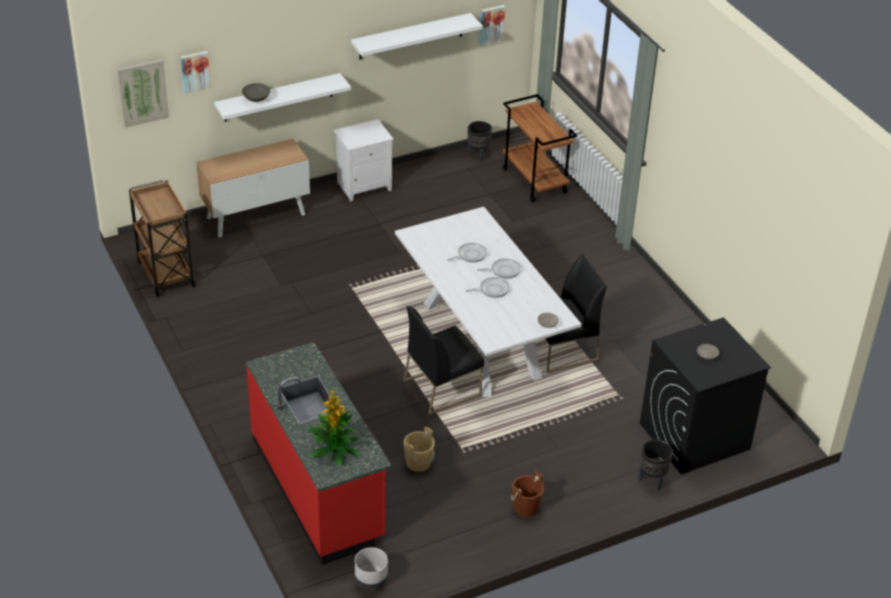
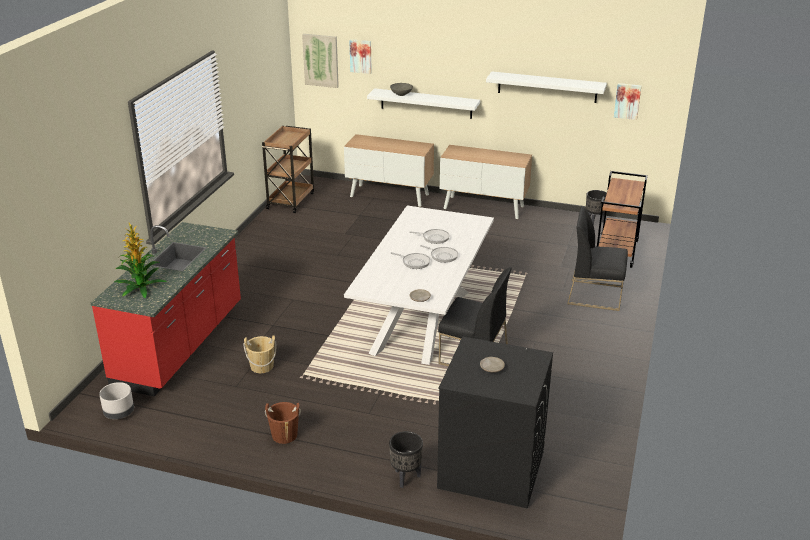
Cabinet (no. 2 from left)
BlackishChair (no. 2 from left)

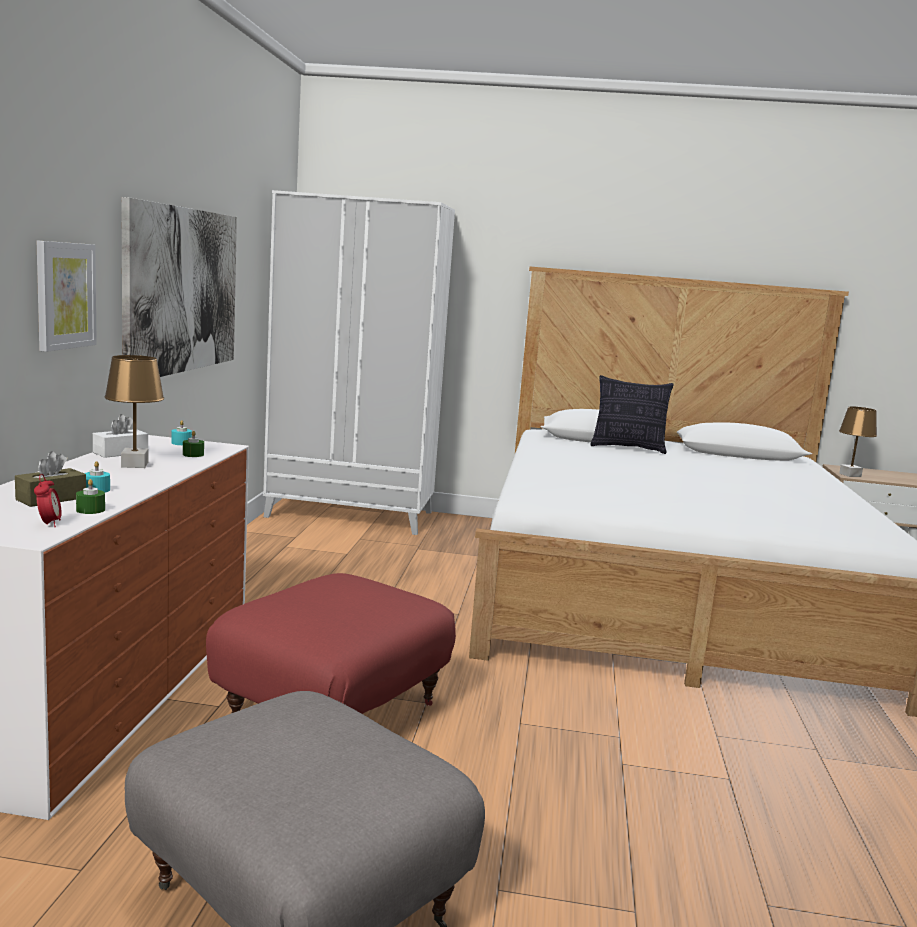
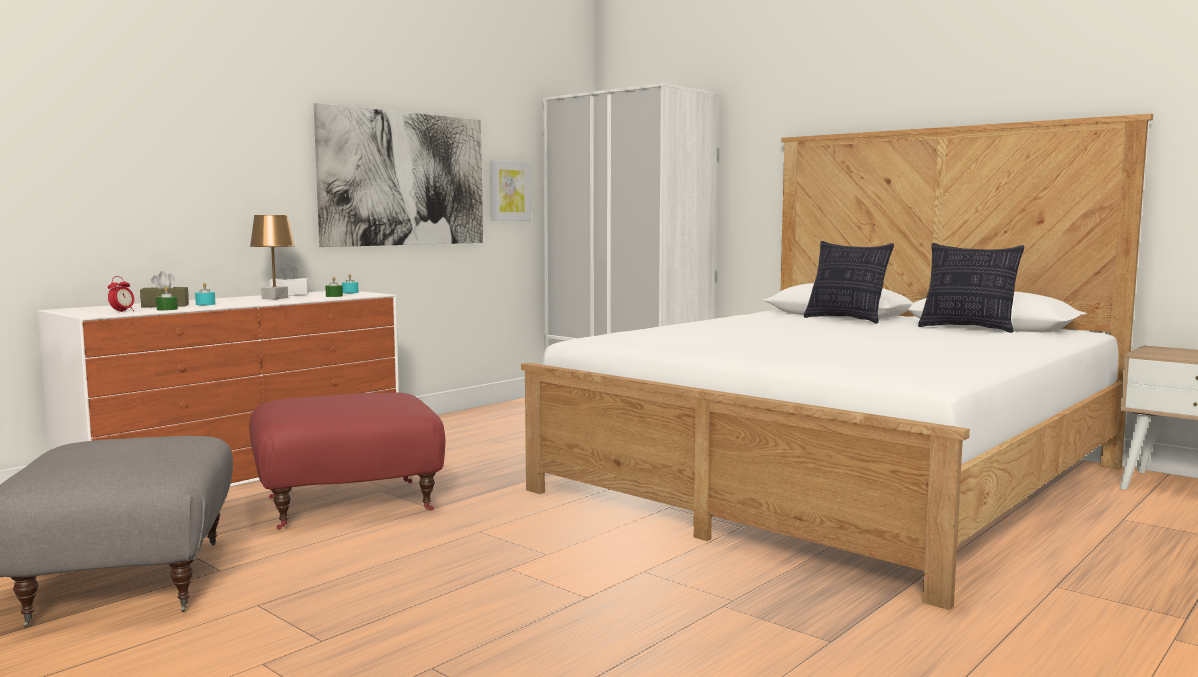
WallPicture (no. 2 from left)
ThrowPillow (no. 2 from left)
BrownishLampForATable (no. 2 from left in the first image)

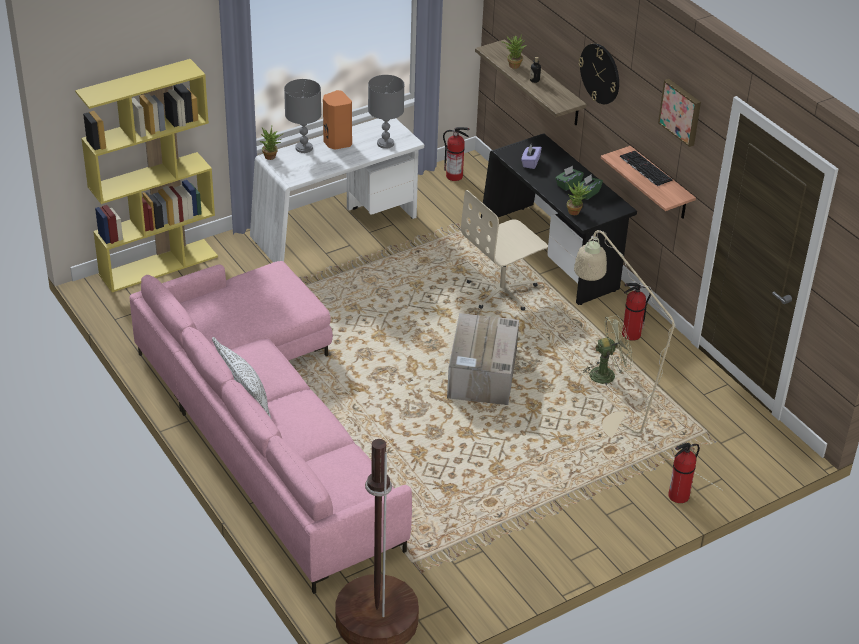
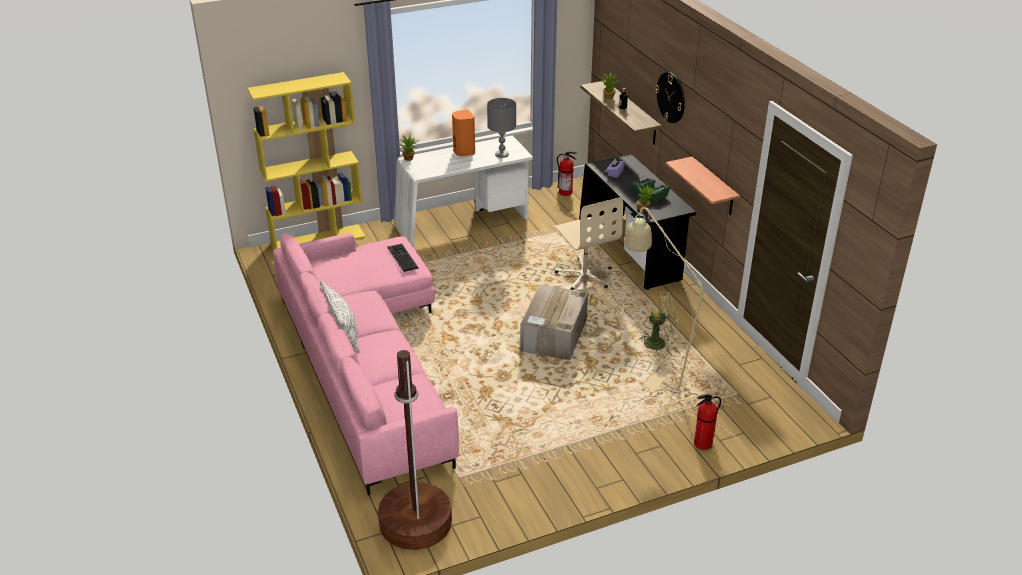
PcKeyboard
BeigeOfficeChair
GrayLampForATable (no. 1 from left in the first image)
Extinguisher (no. 2 from left in the first image)
WallPicture

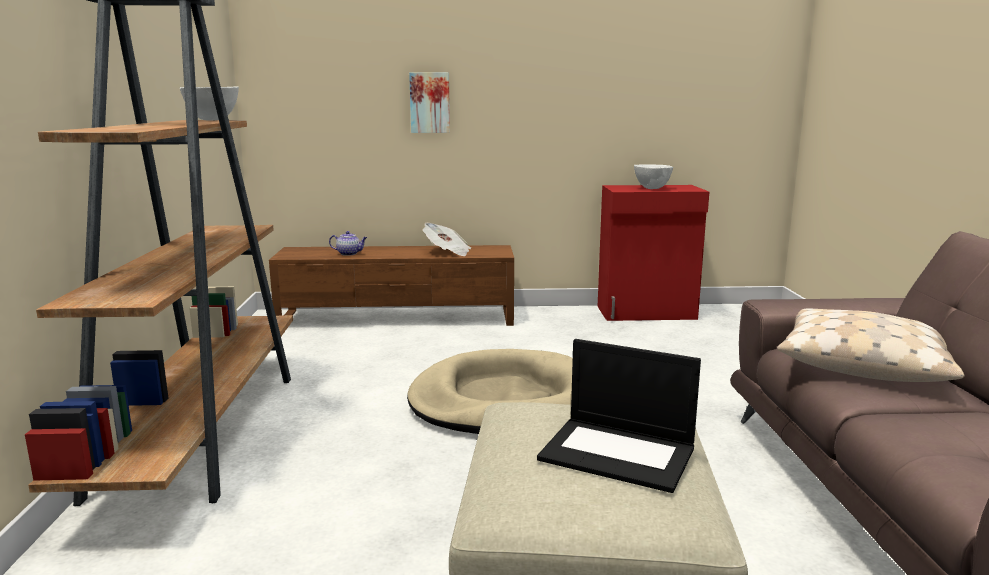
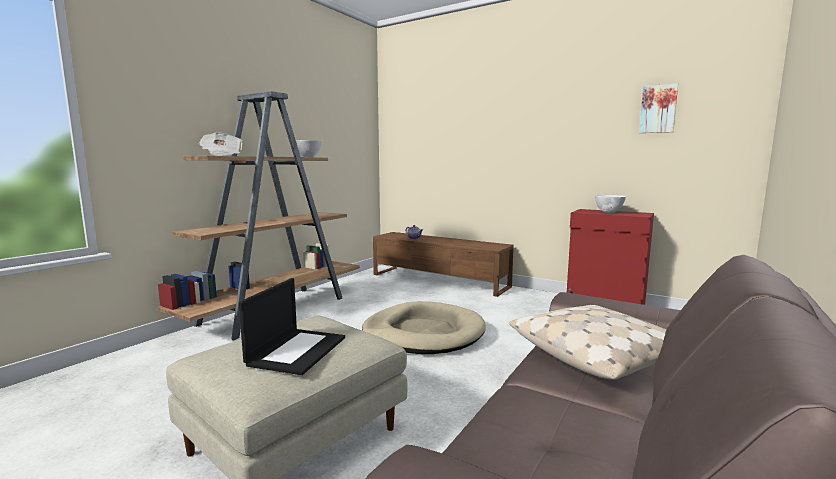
Newspaper
NotebookComputer
WallPicture

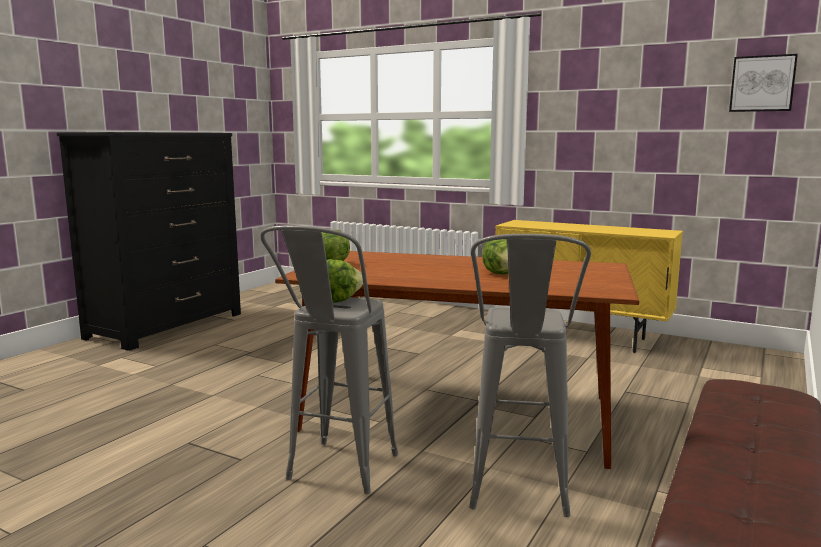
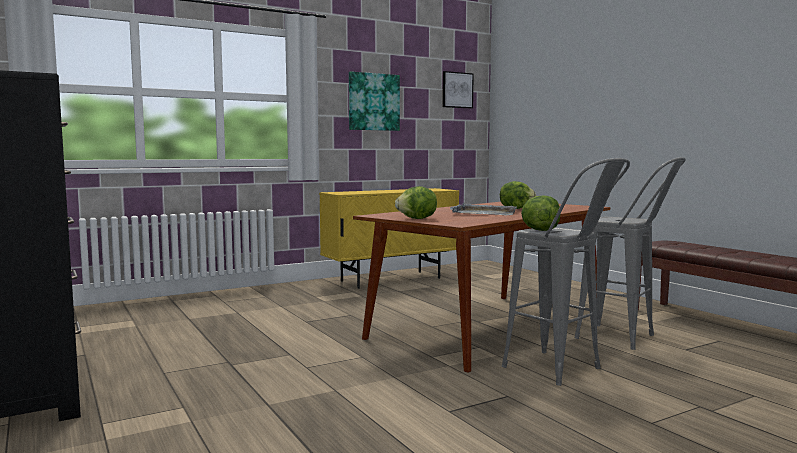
WallPicture (no. 1 from left)
GrayServingTray

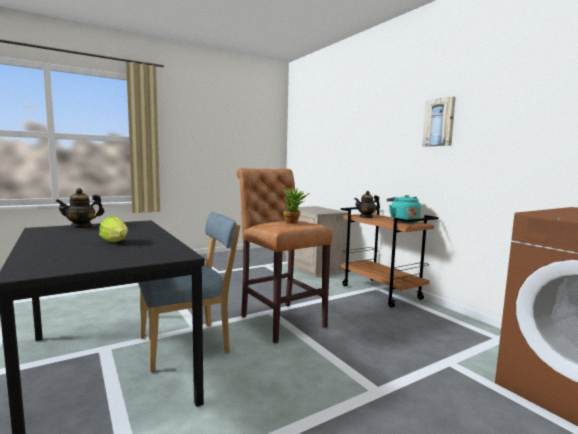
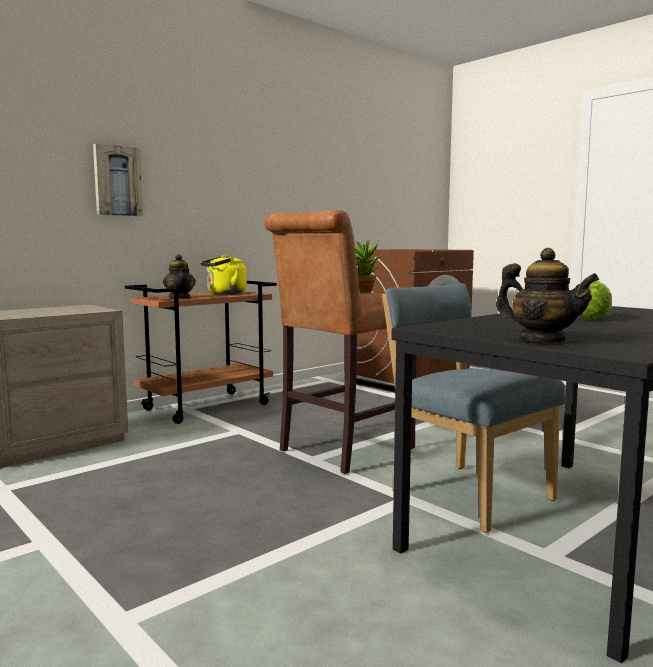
WallPicture
YellowColouredWaterKettle

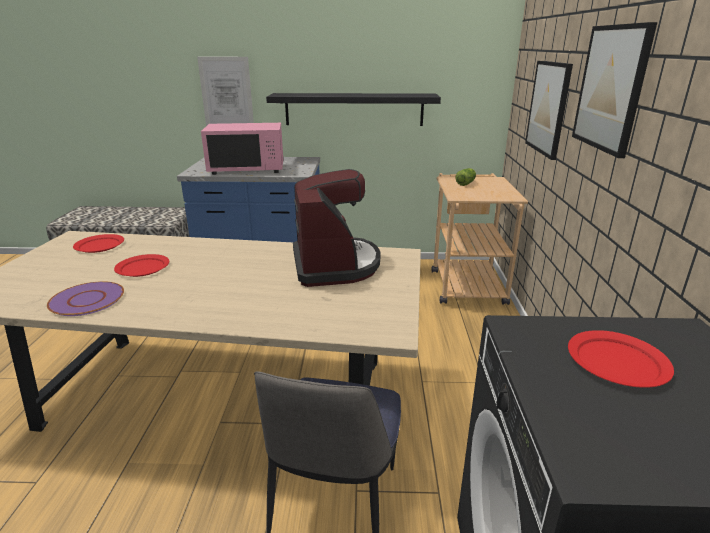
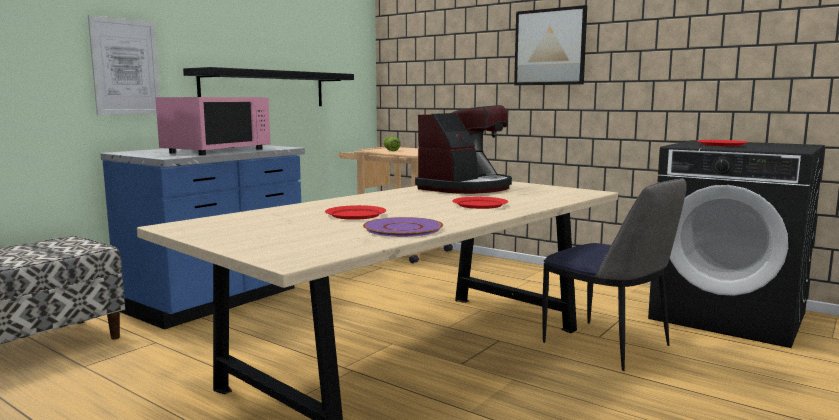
CoffeeBrewer
RedDinnerPlate (no. 2 from left)
WallPicture (no. 2 from left in the first image)

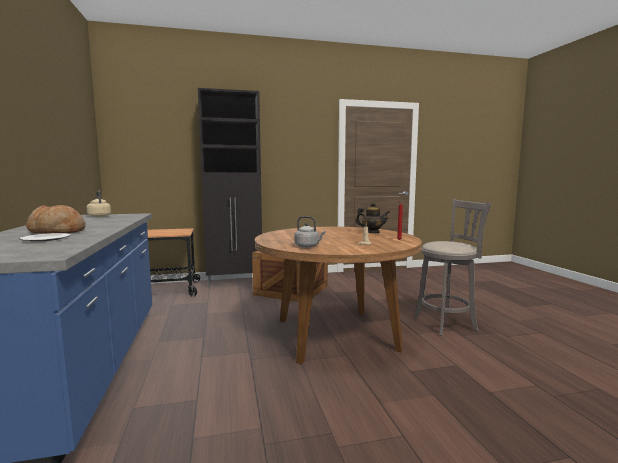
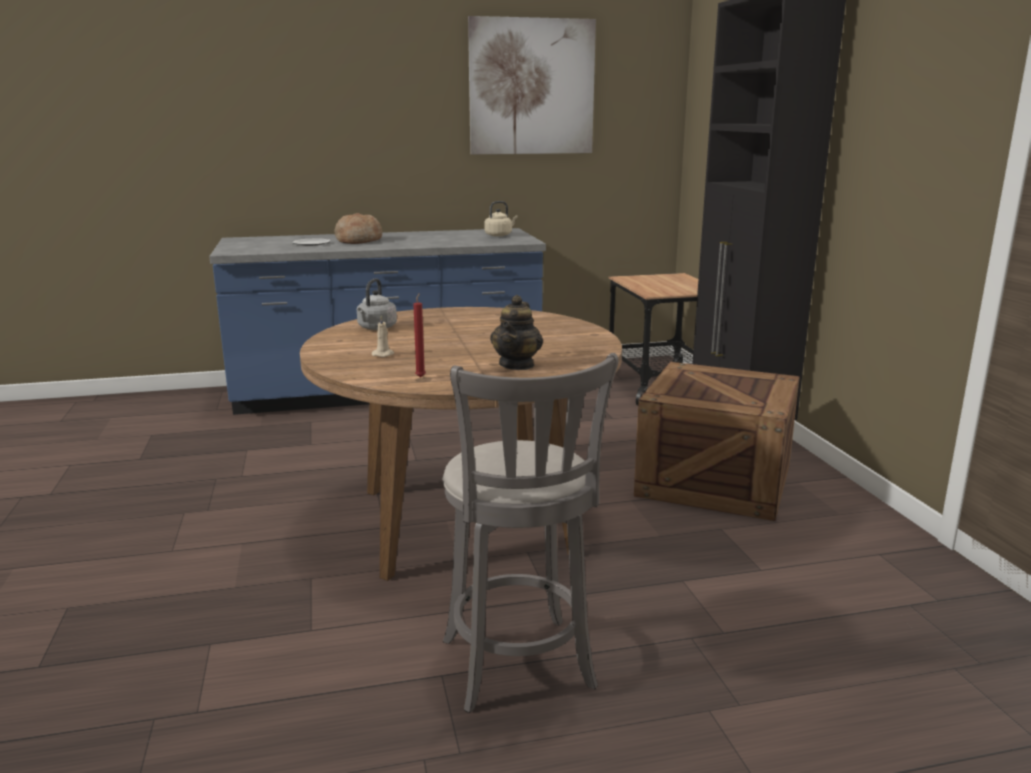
WallPicture

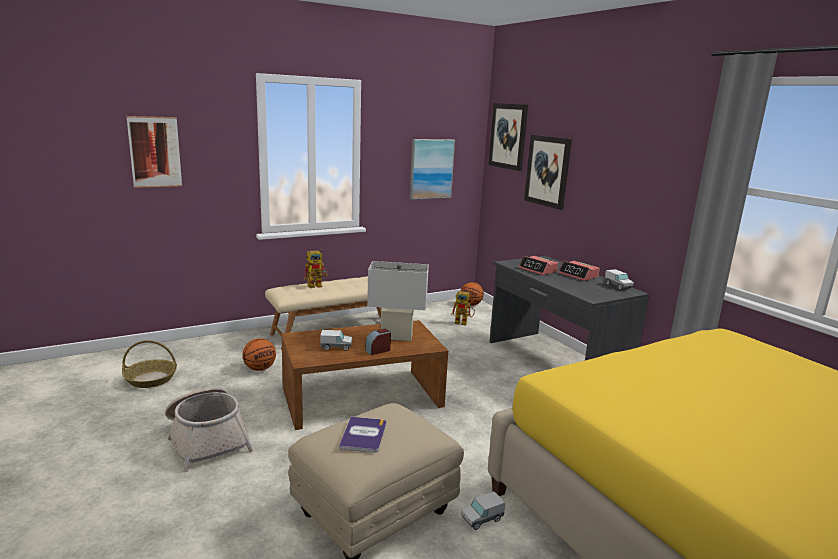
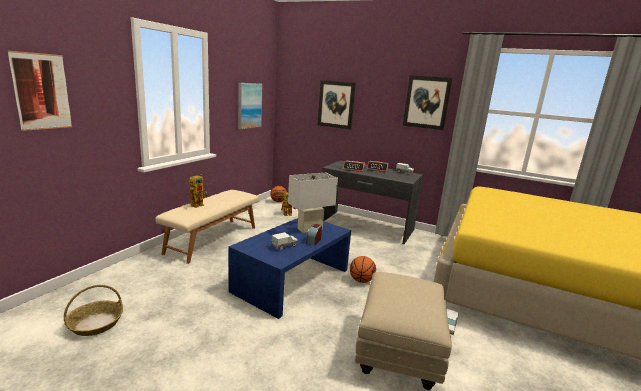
BlueLoungeTable
BasketballBall (no. 2 from left)
WallPicture (no. 4 from left)
StorageBasket (no. 2 from left in the first image)
Volume

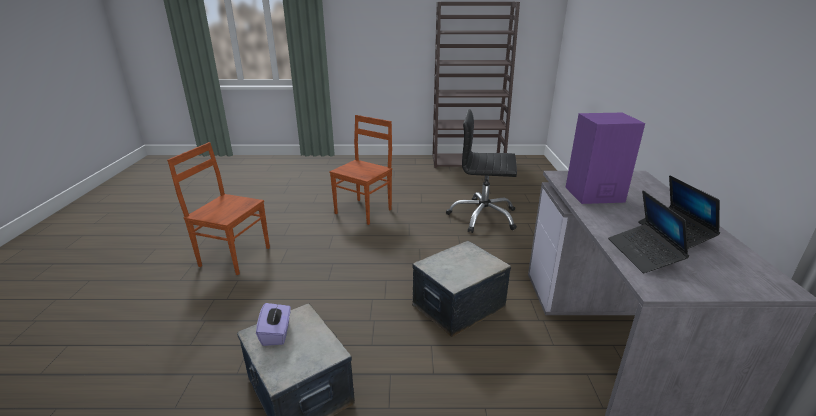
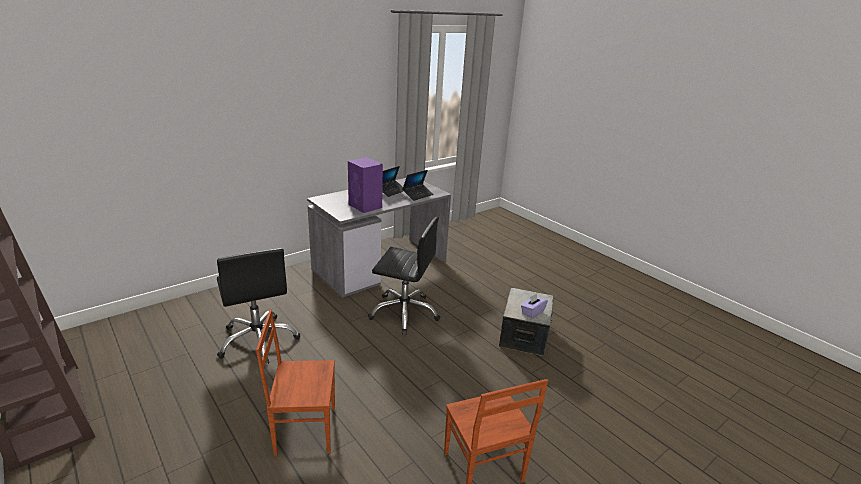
BlackishOfficeChair (no. 2 from left)

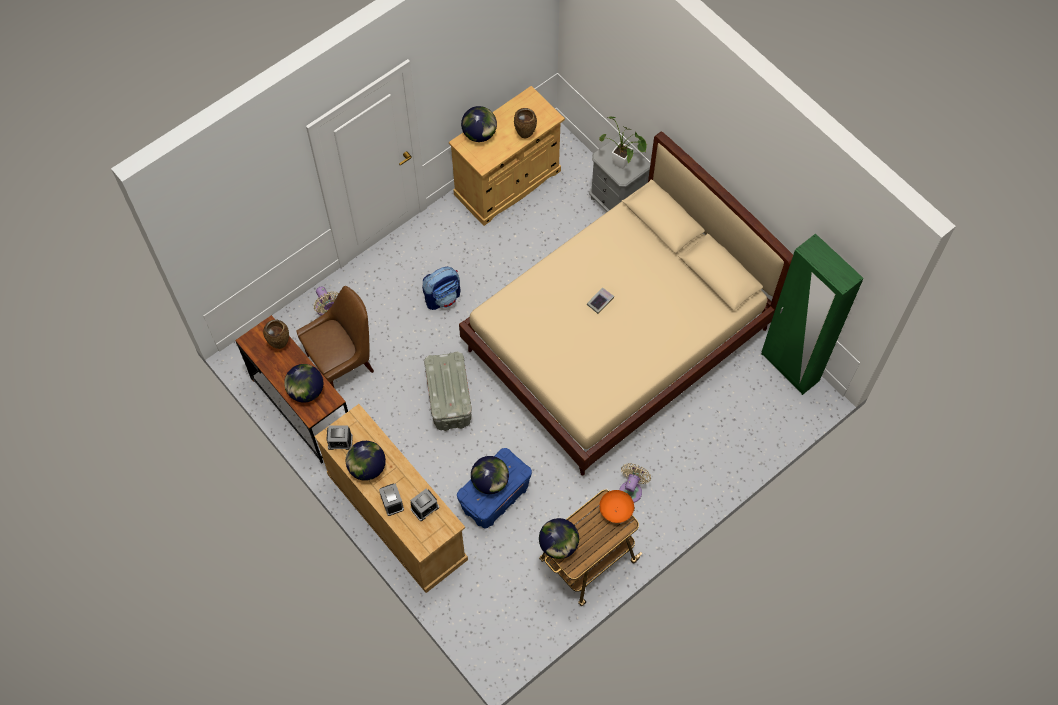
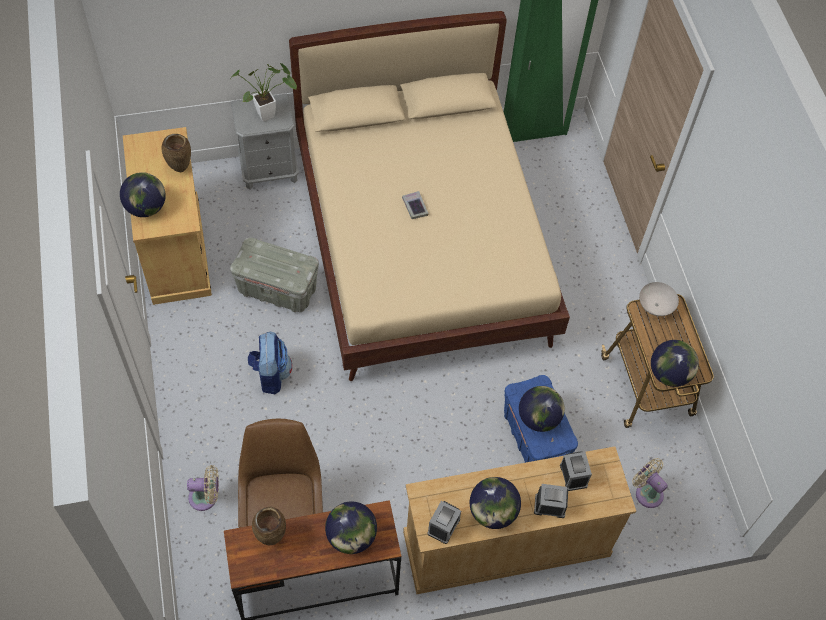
GrayStorageContainer
BeigeCoolingFan (no. 2 from left)
WhiteColouredDeepDish

